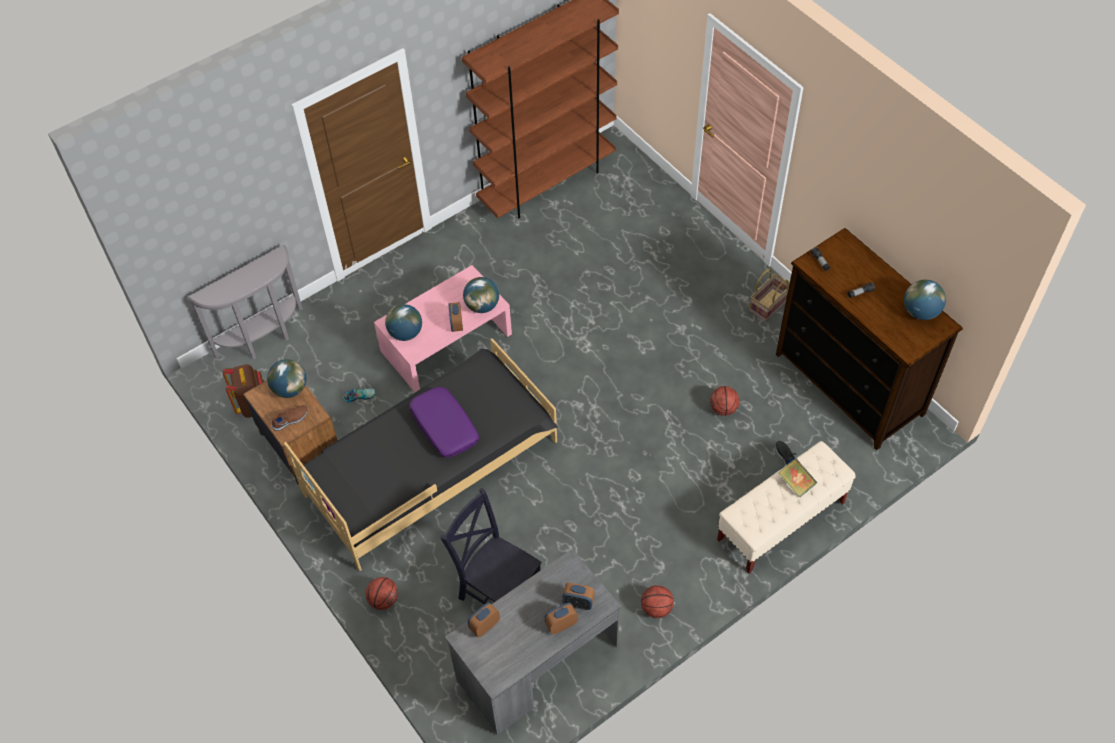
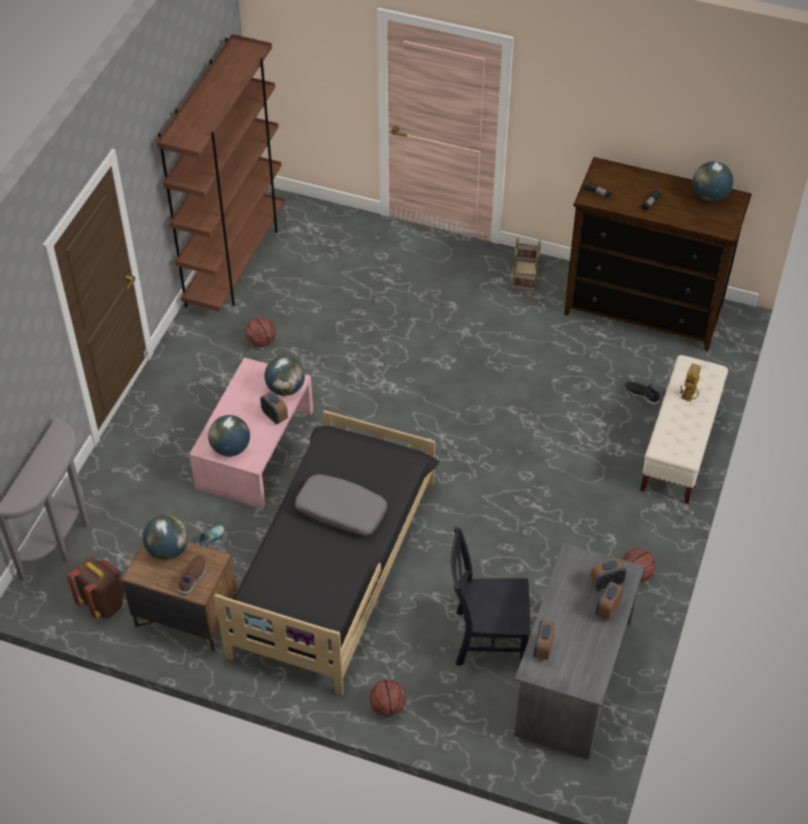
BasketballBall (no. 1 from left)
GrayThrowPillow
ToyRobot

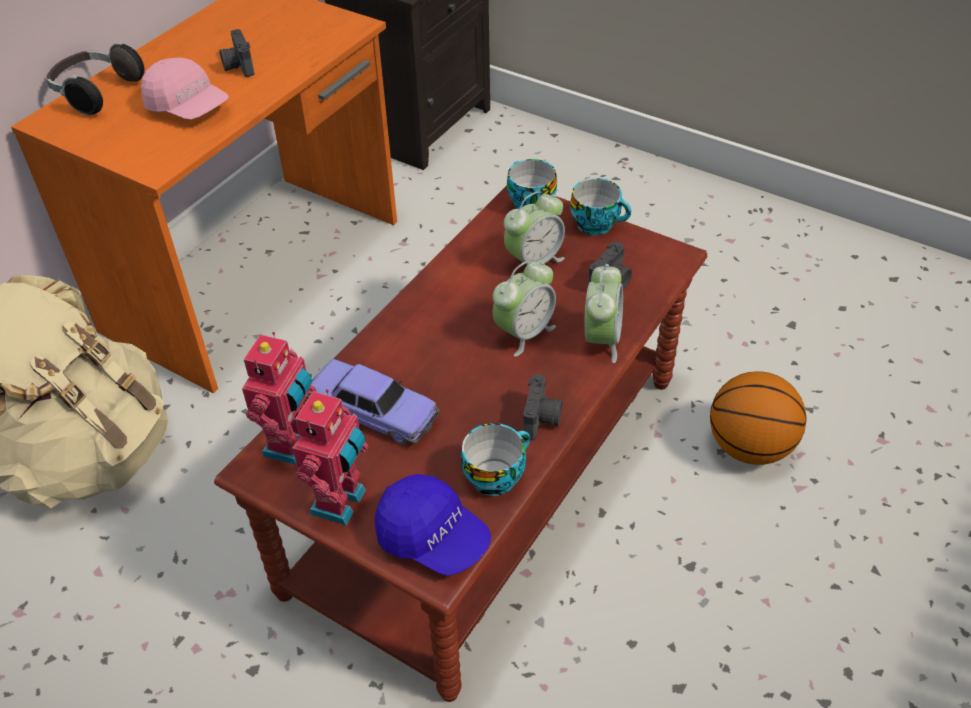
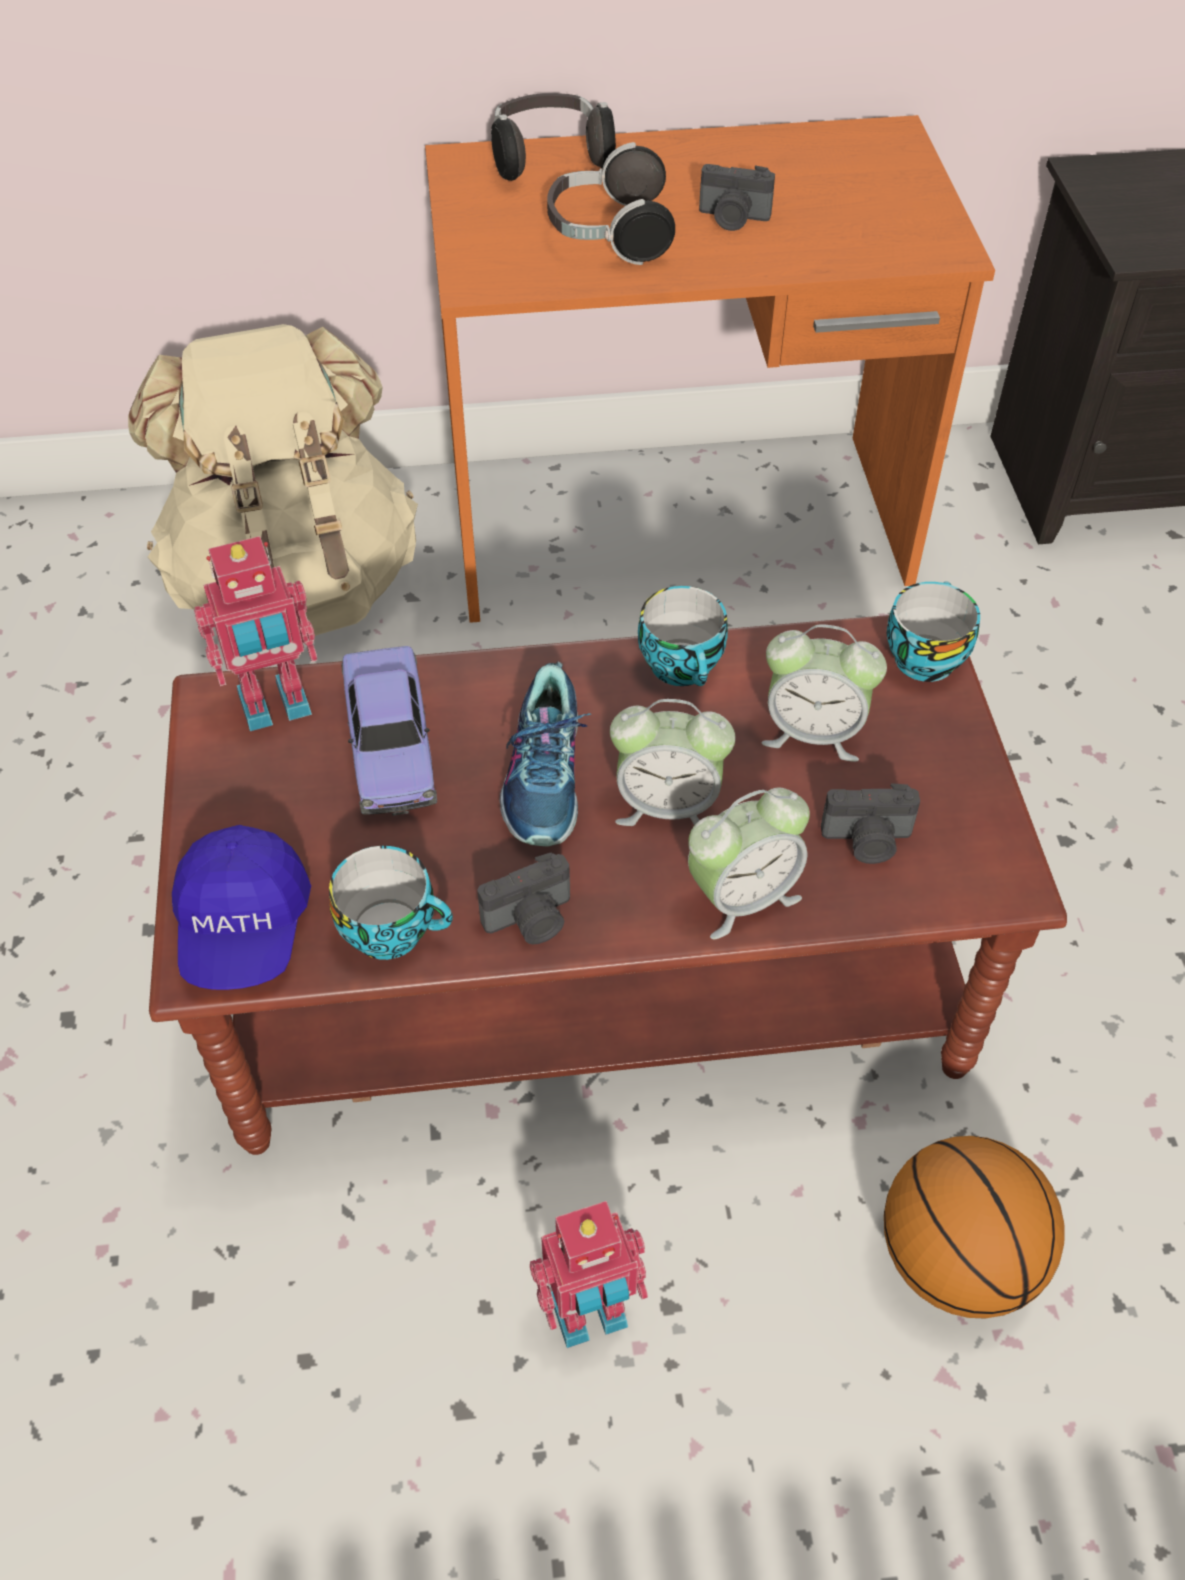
Shoe
ToyRobot (no. 2 from left)
PairOfHeadphones (no. 2 from left)
Cup (no. 2 from left)
StillCamera (no. 2 from left)

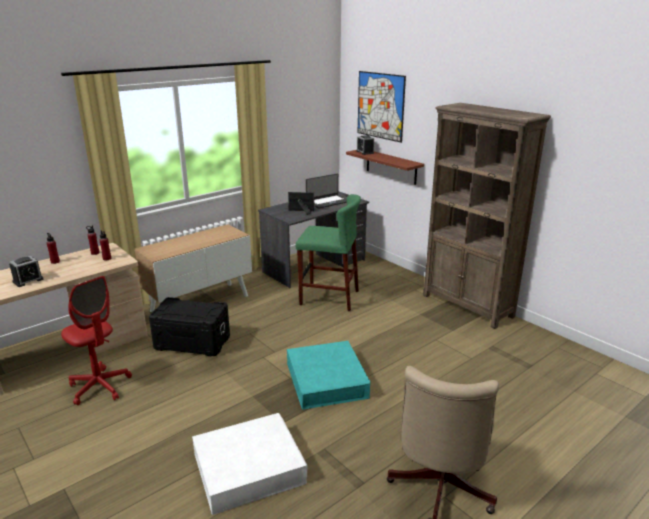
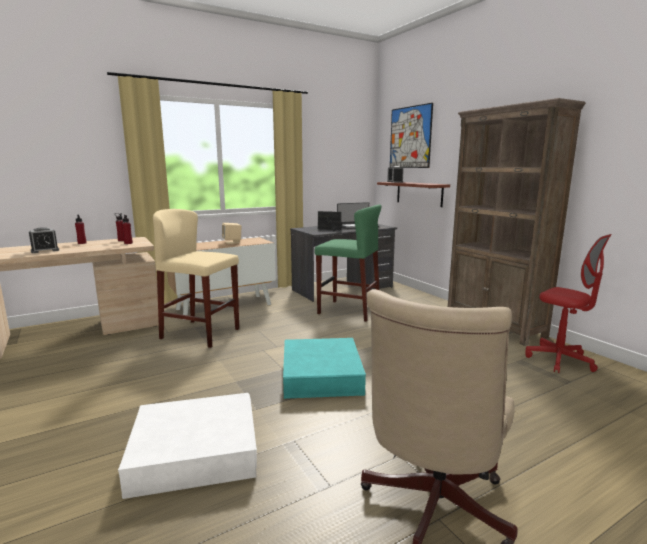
BeigeStoolSeat
BeigeLoudspeaker
RedOfficeChair

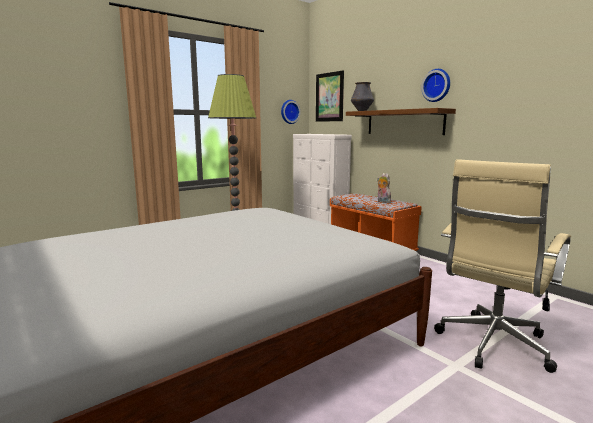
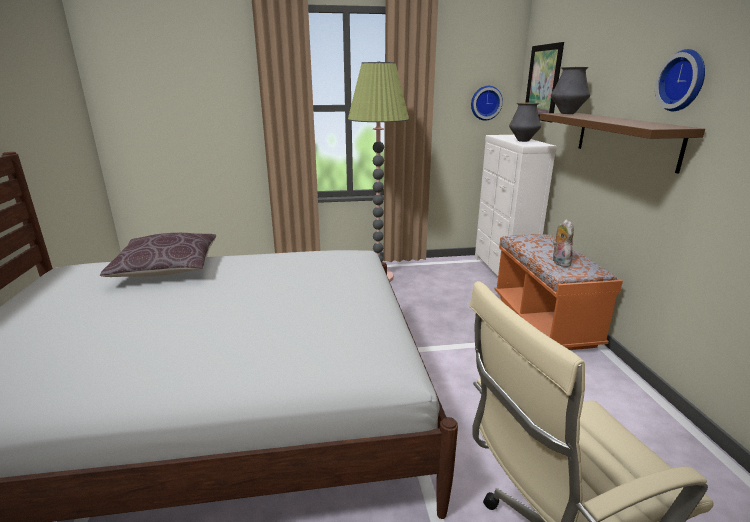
BrownishThrowPillow
DecorativeVase (no. 1 from left)

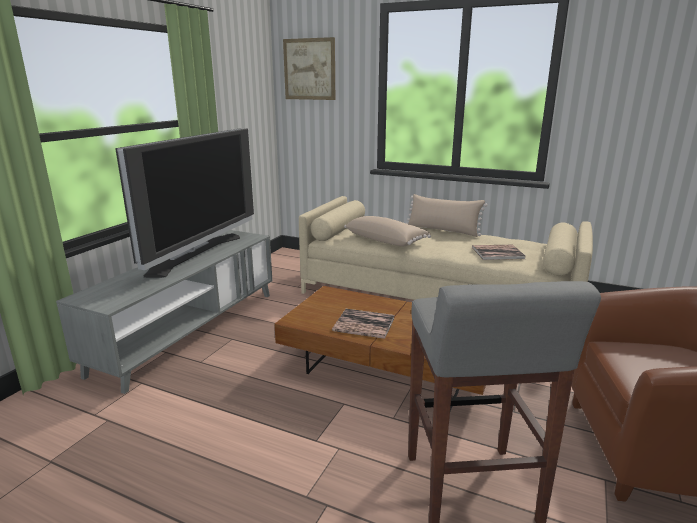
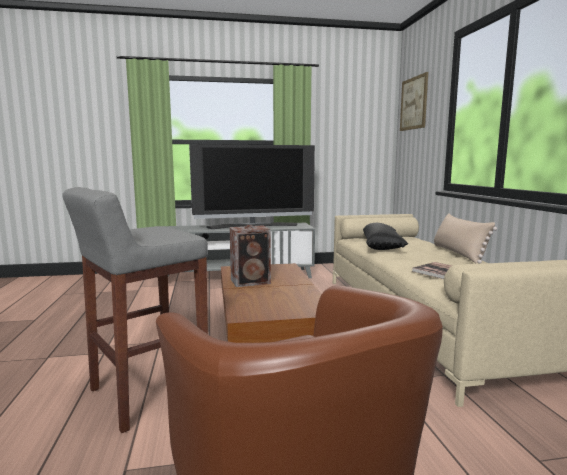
Loudspeaker
BlackishThrowPillow

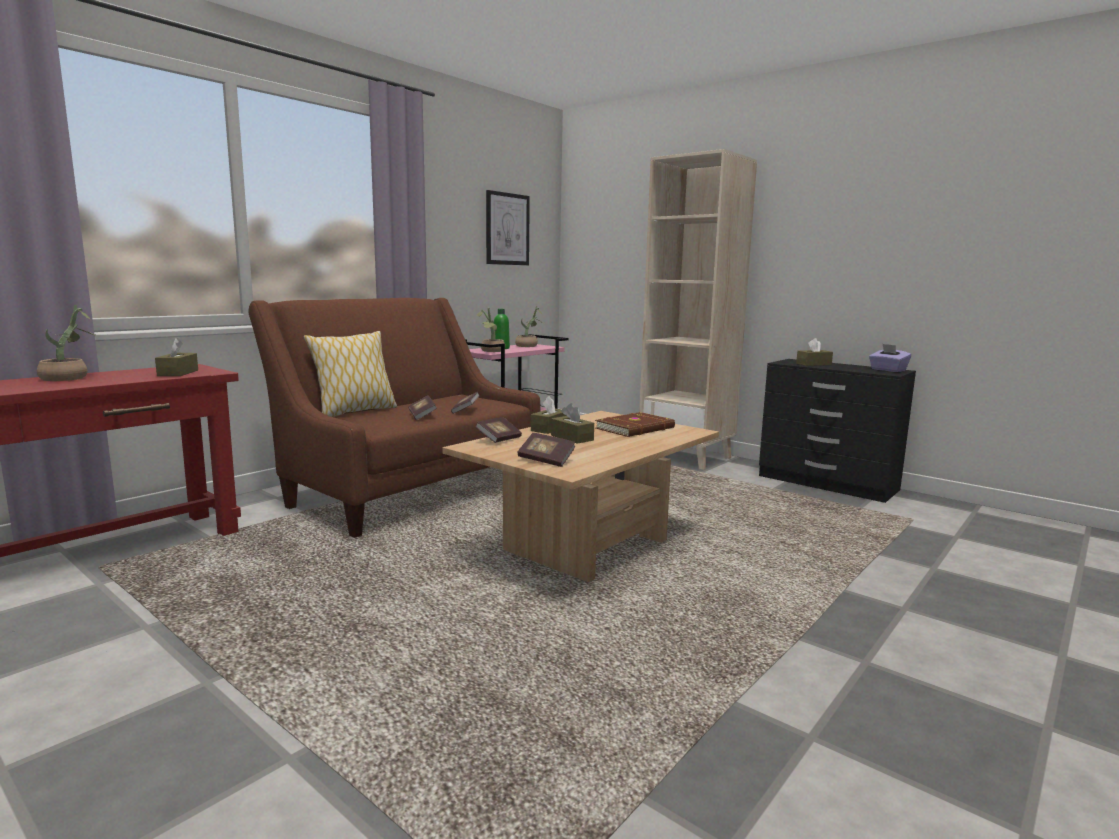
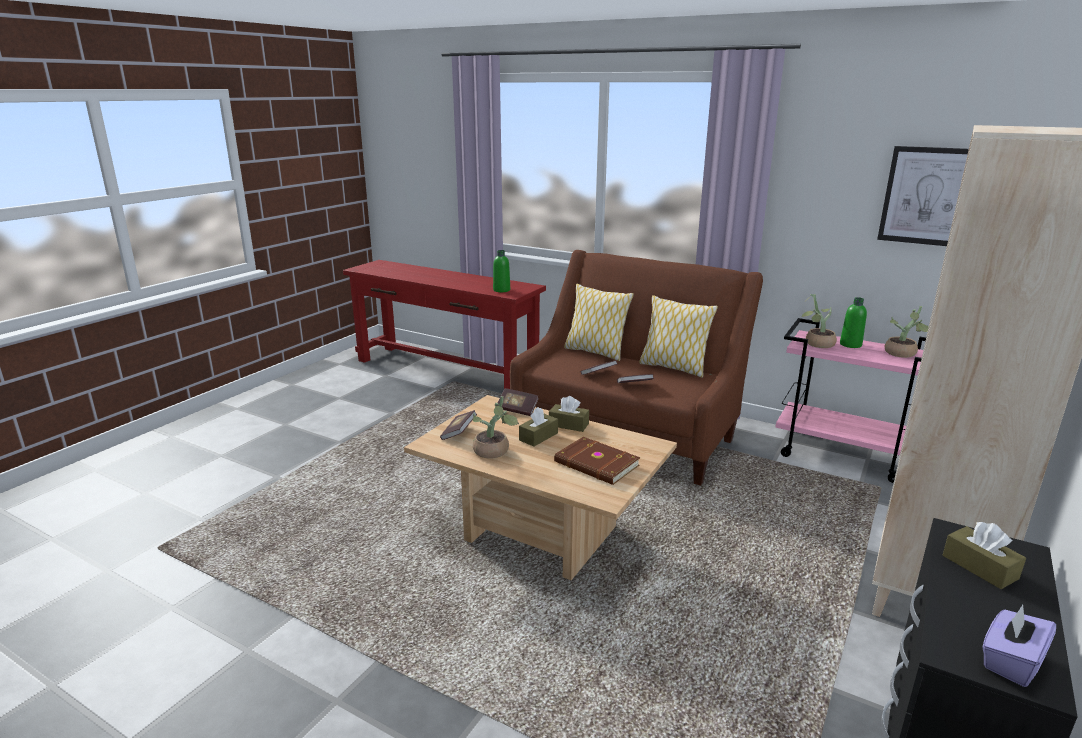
PlantInAPot (no. 1 from left)
GreenDrinkBottle (no. 1 from left)
ThrowPillow (no. 2 from left)

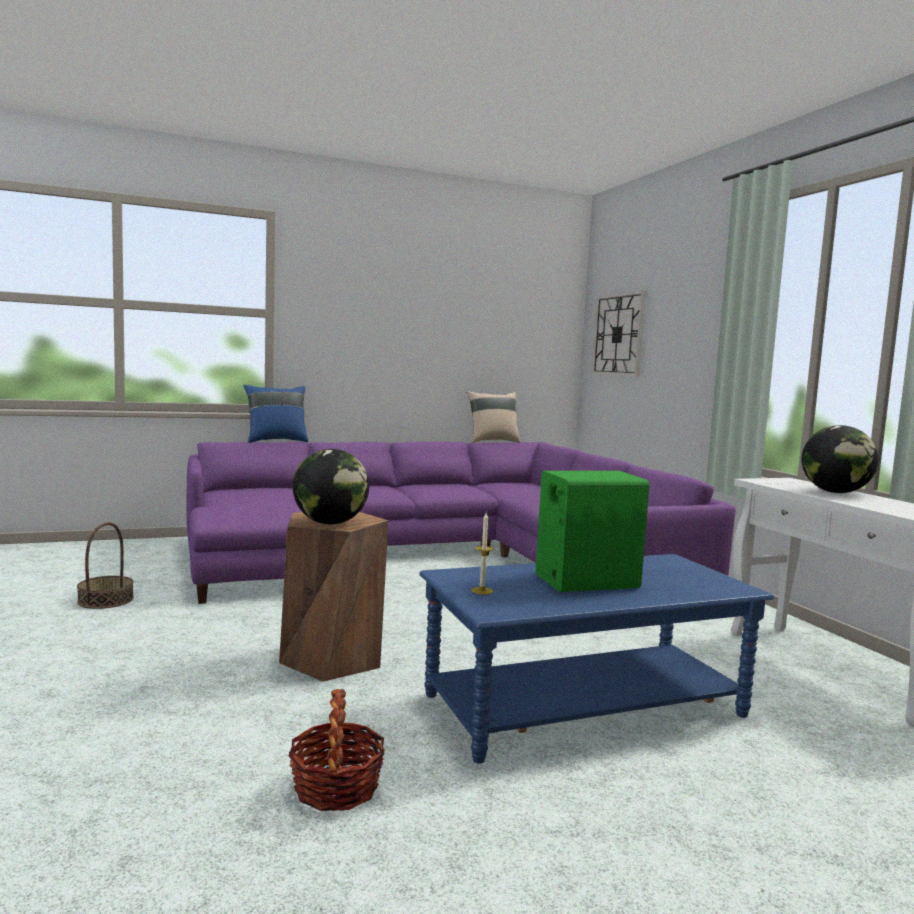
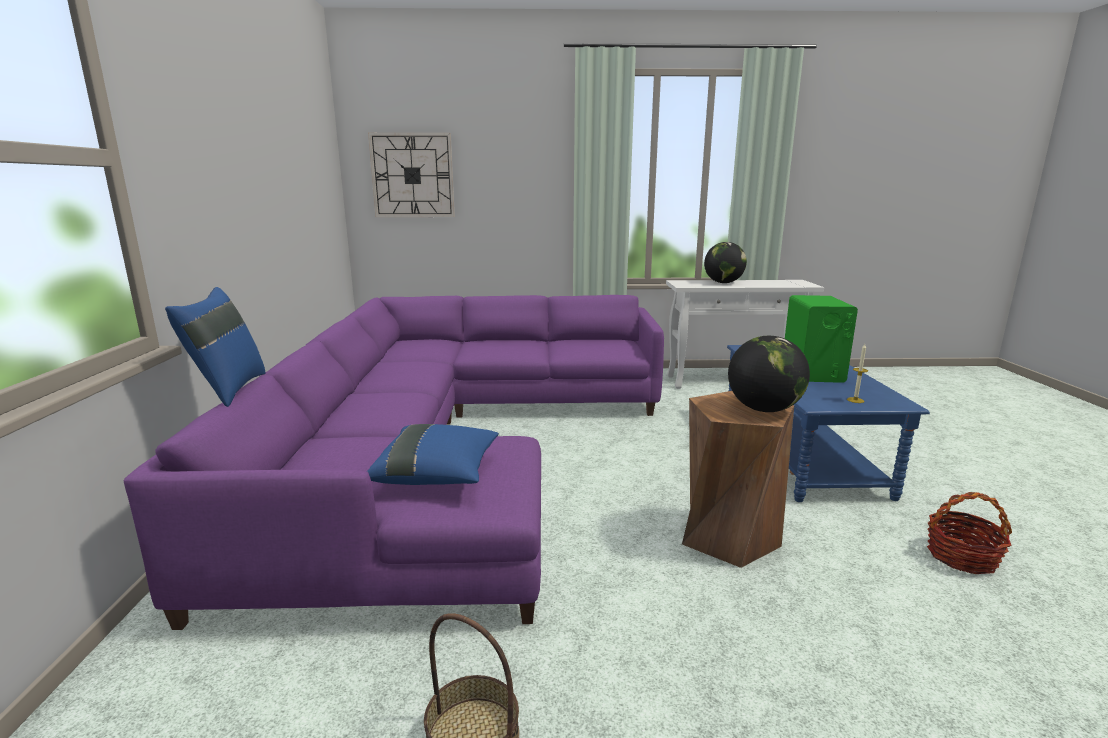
BlueThrowPillow (no. 2 from left)
BeigeThrowPillow

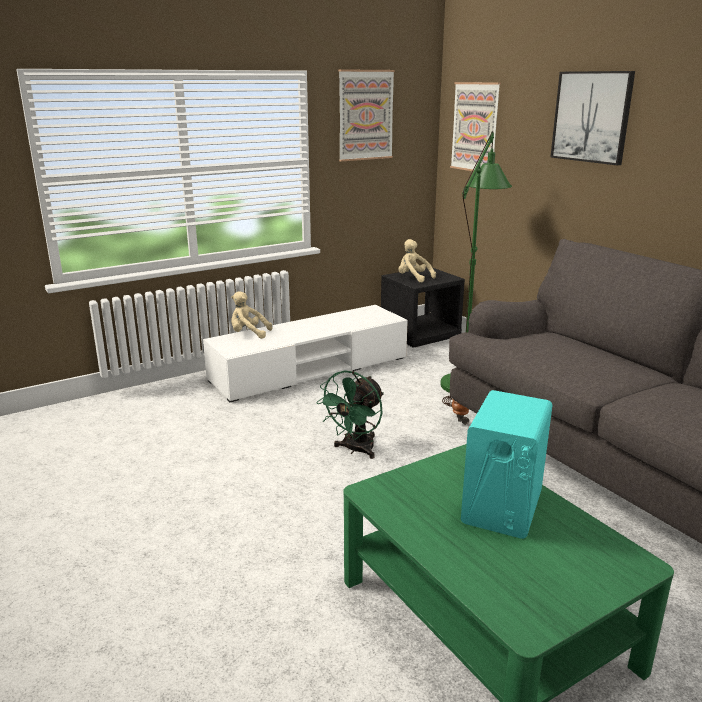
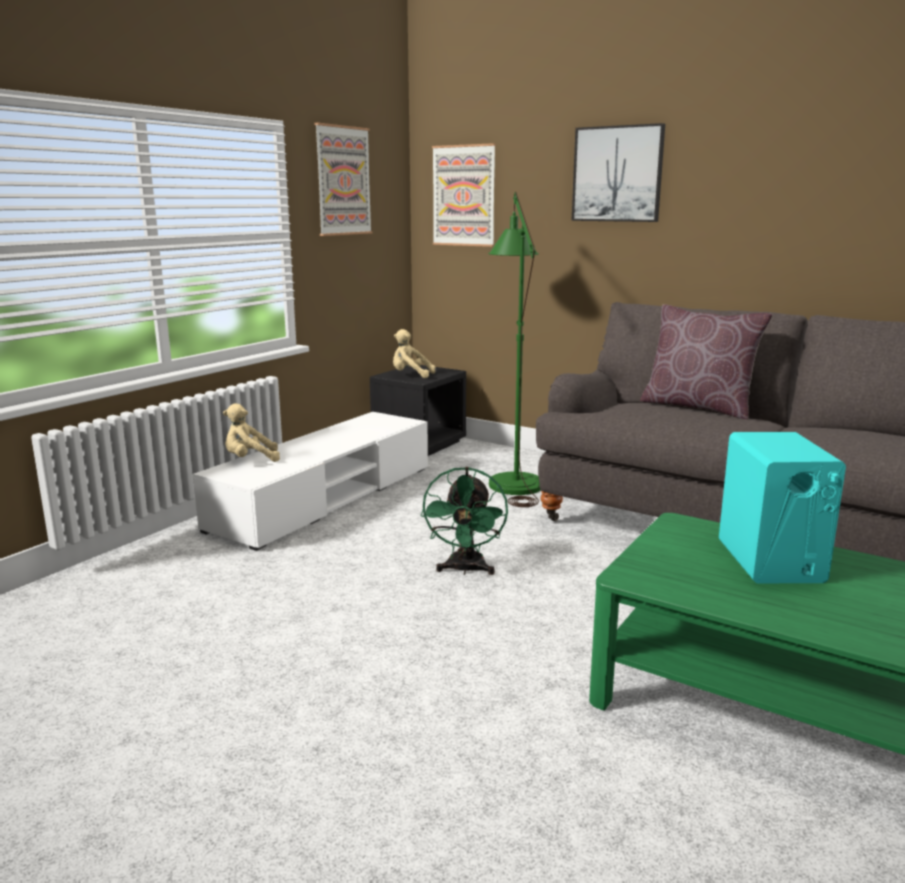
BrownishThrowPillow

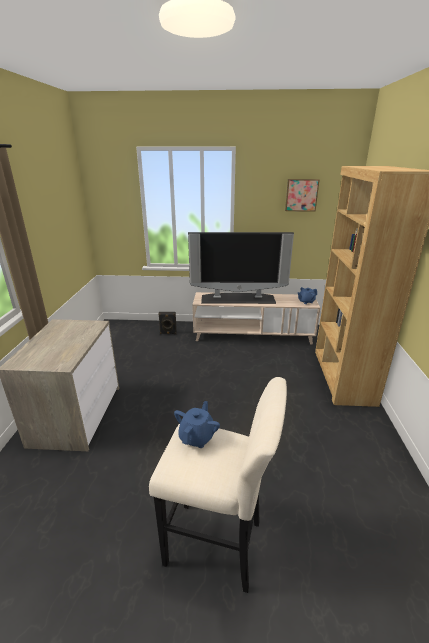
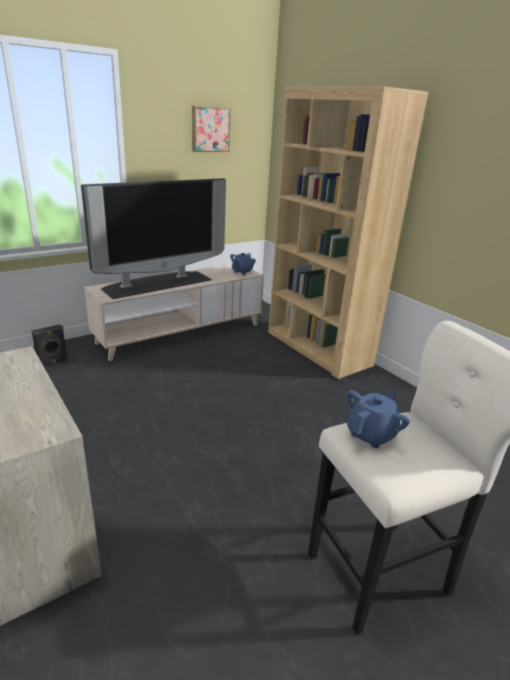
BluePotForTea (no. 2 from left)

